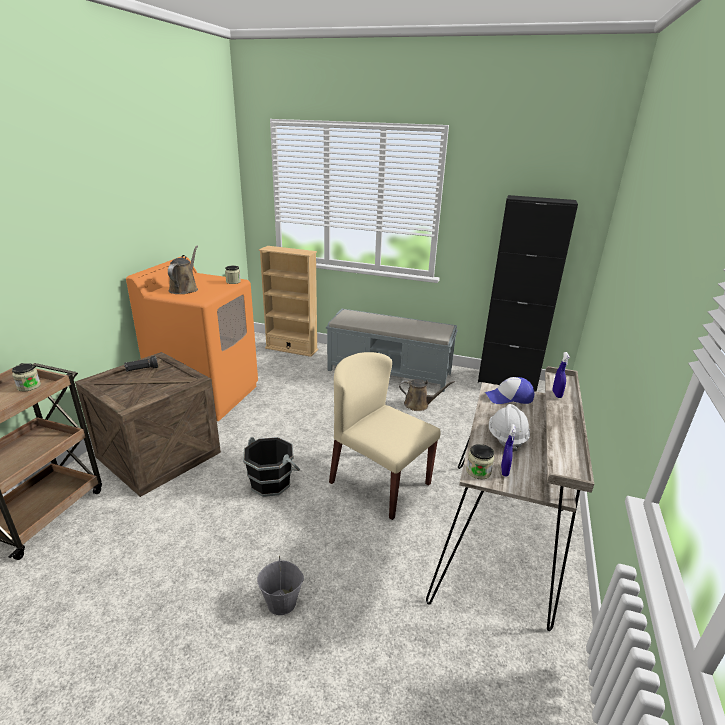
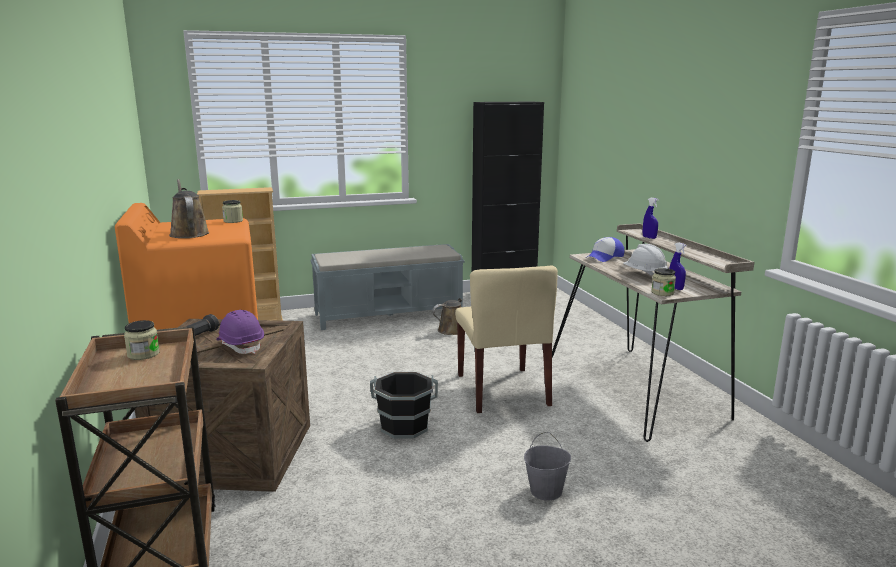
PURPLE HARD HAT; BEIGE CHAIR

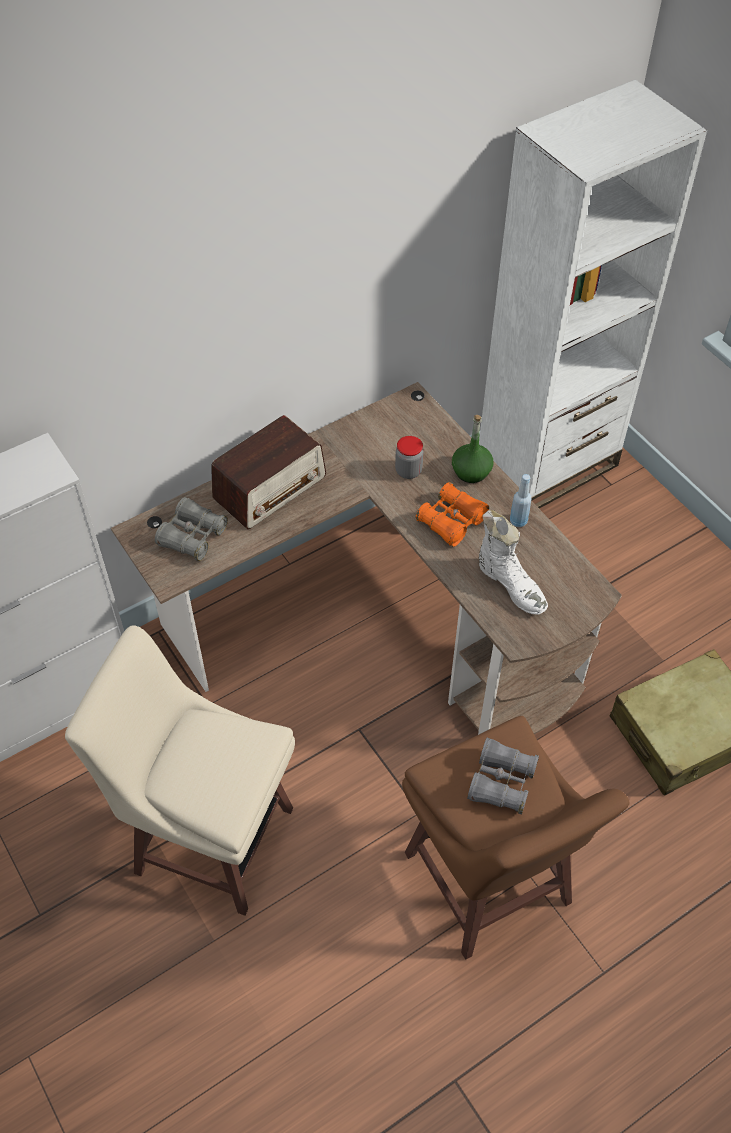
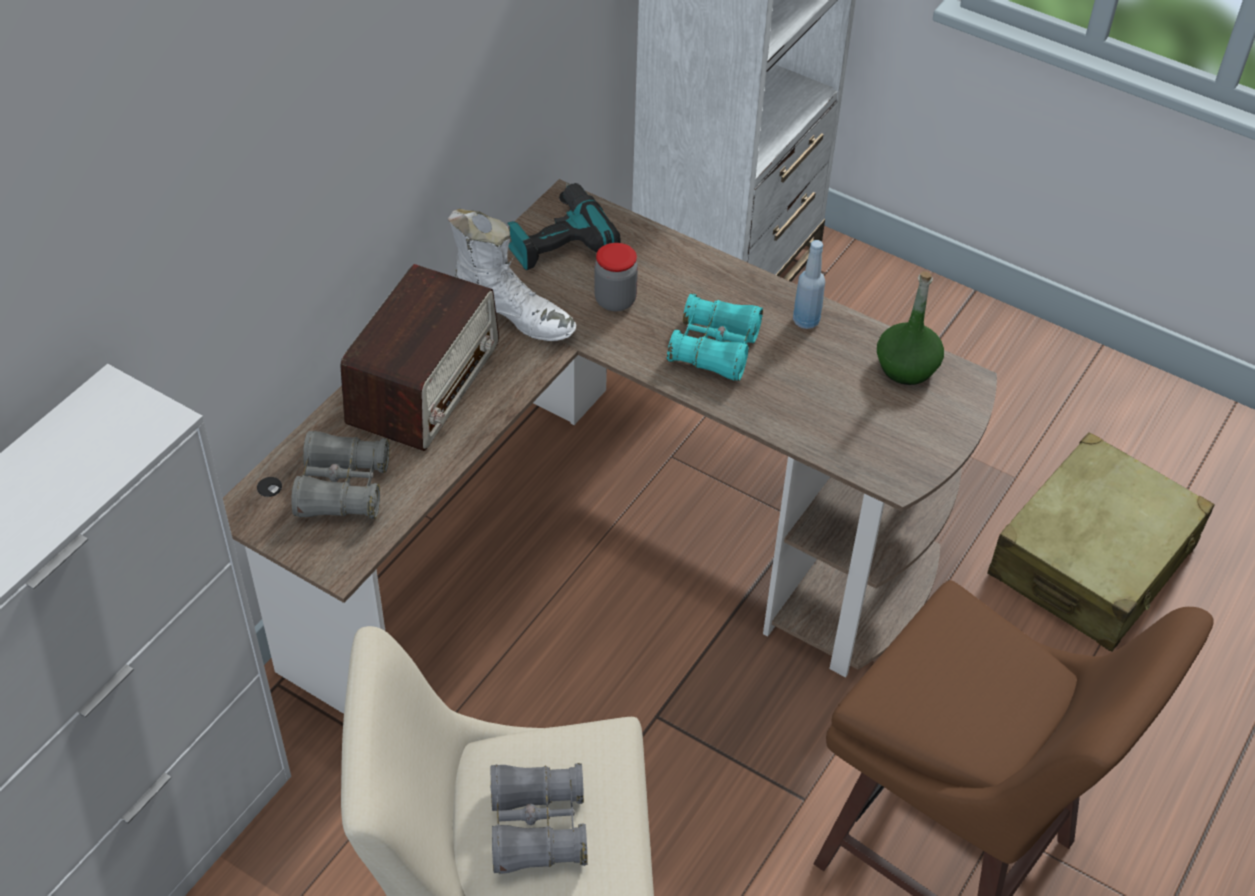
WHITE BOOT; GREY BINOCULARS (2nd from left); POWER DRILL; TURQUOISE BINOCULARS; GREEN BOTTLE

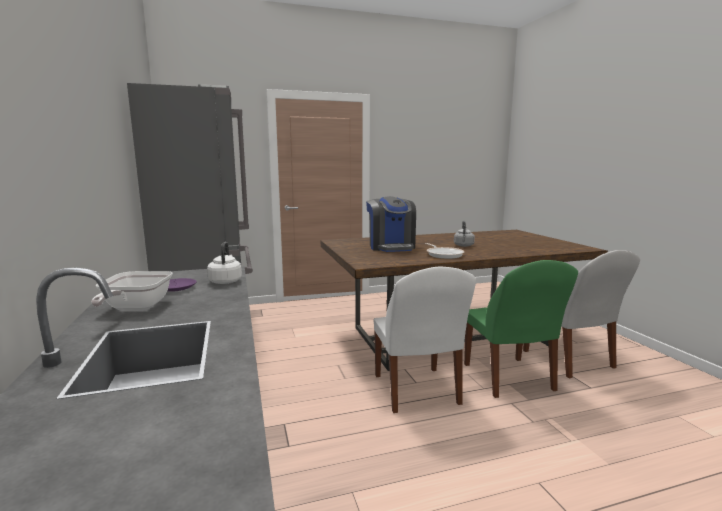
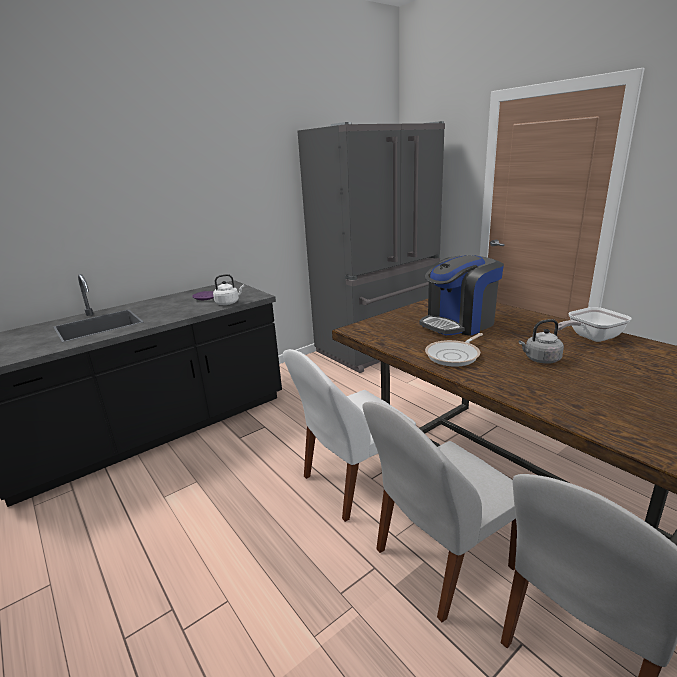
WHITE CHAIR (2nd from left); FRYING PAN (2nd from left)

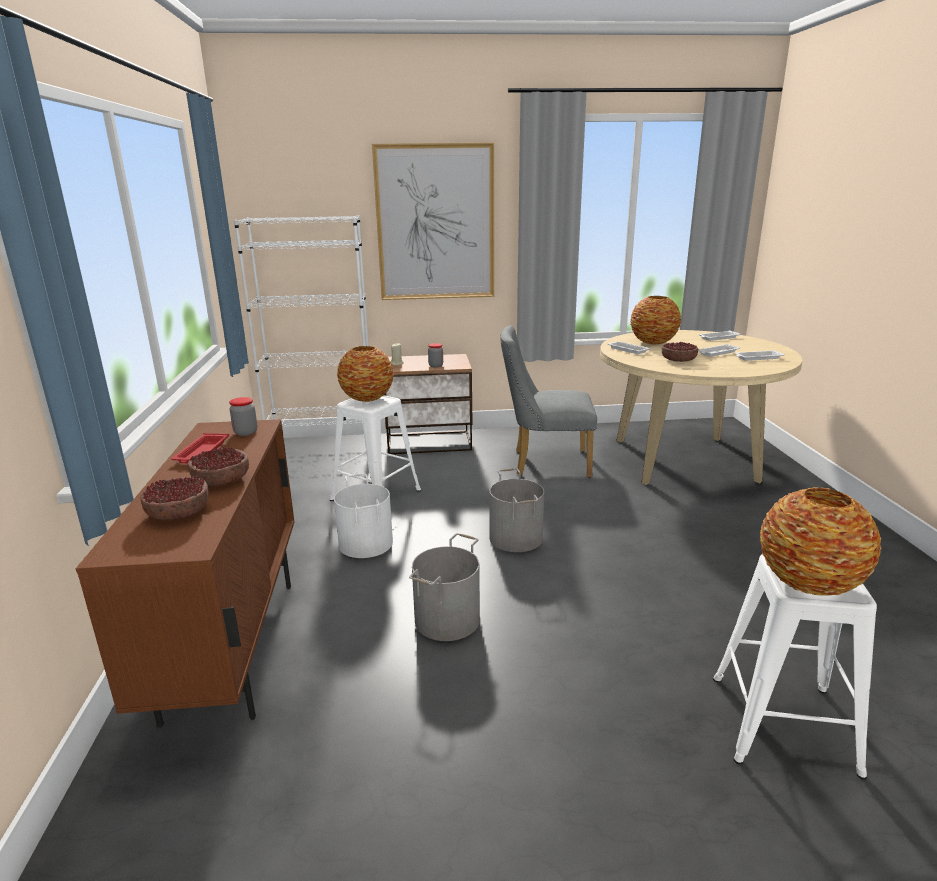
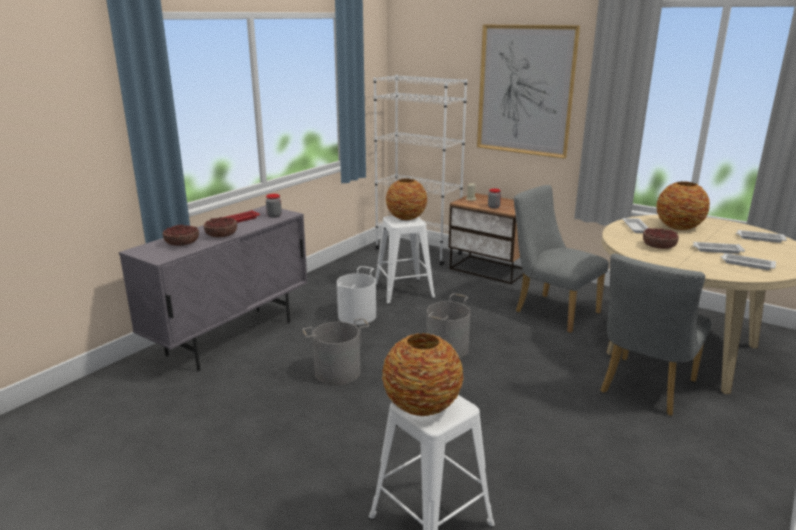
GREY CABINET; GREY CHAIR (2nd from left)

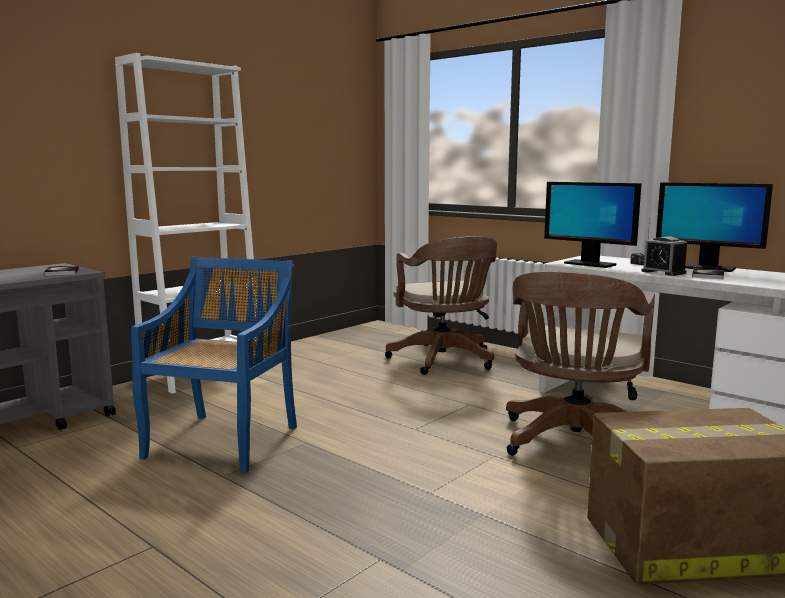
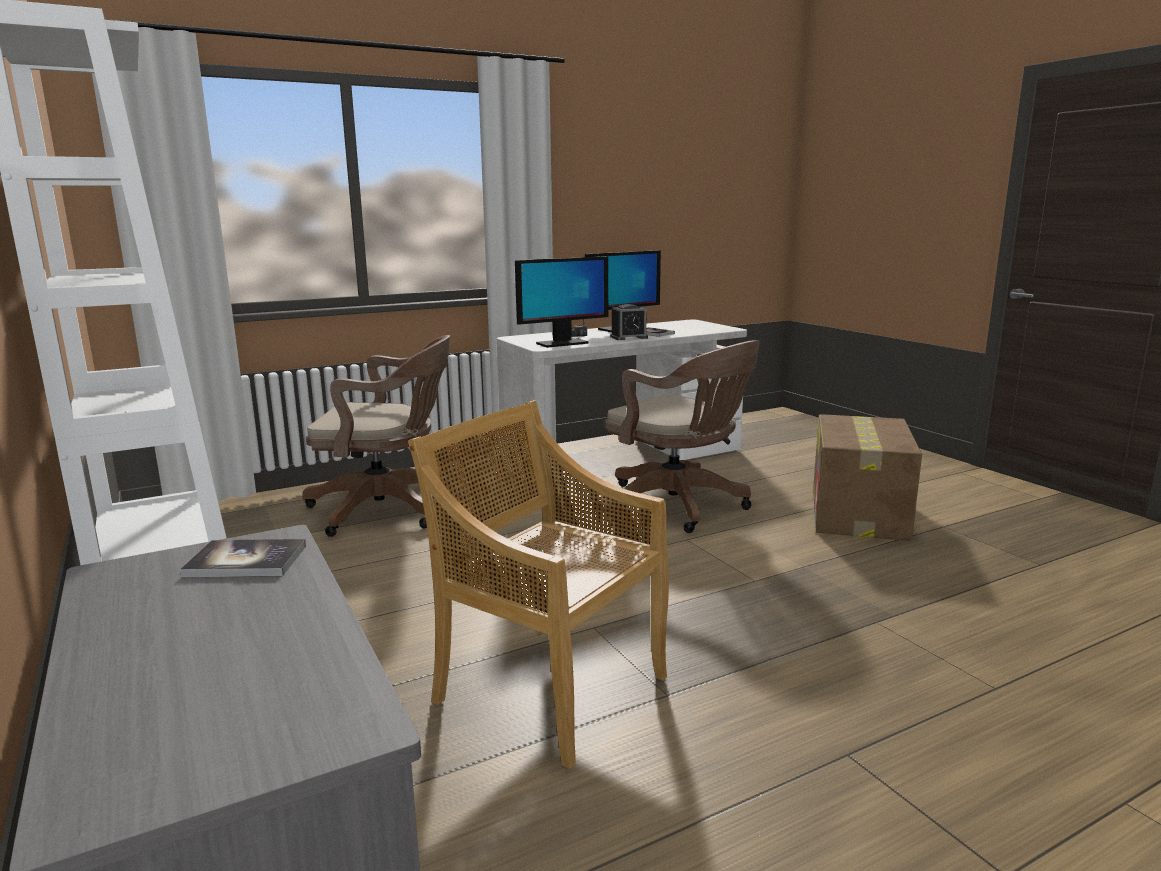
BEIGE CHAIR

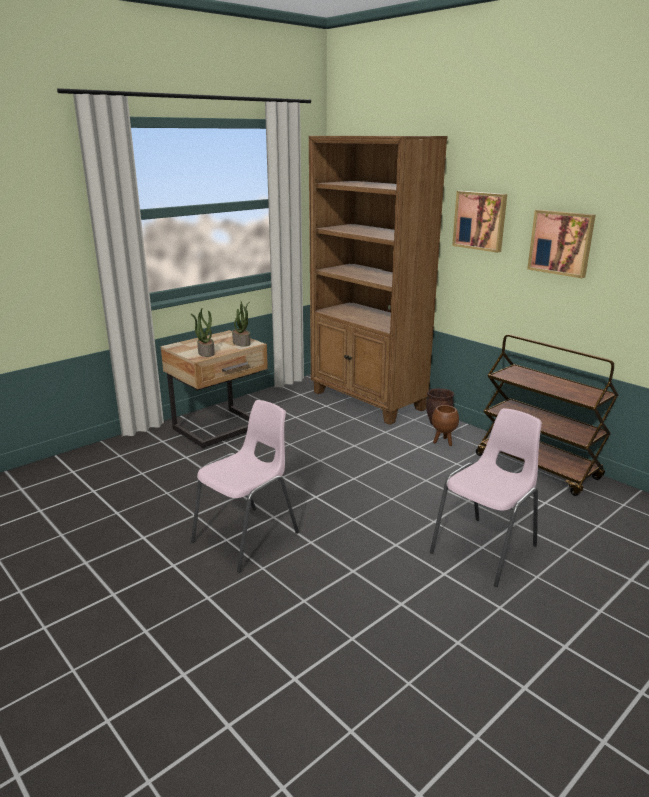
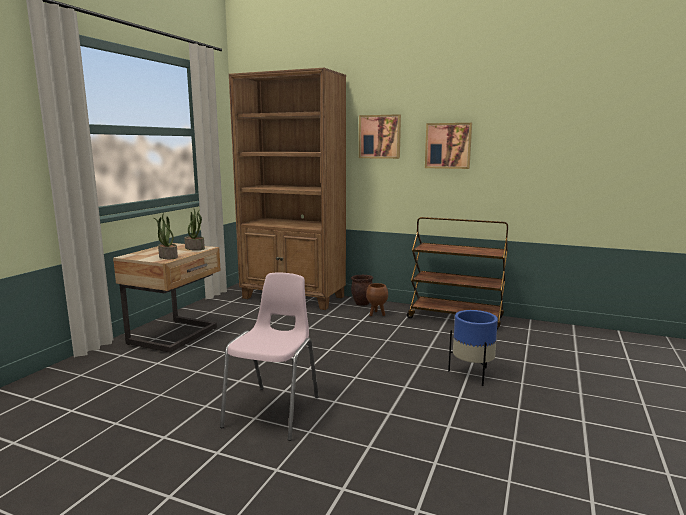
BLUE PLANTER

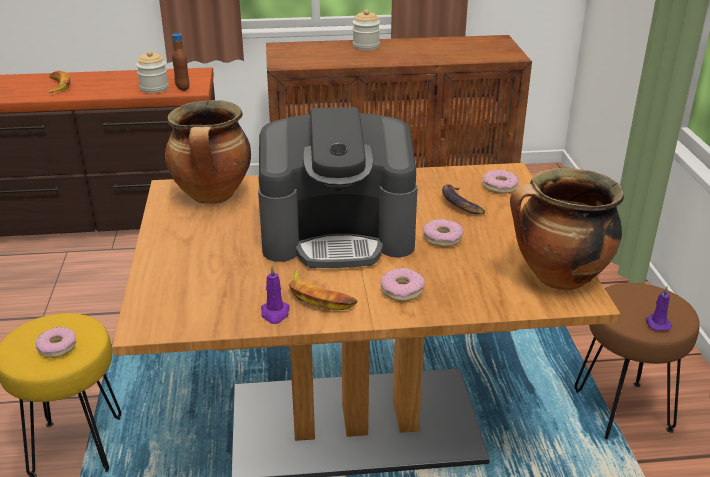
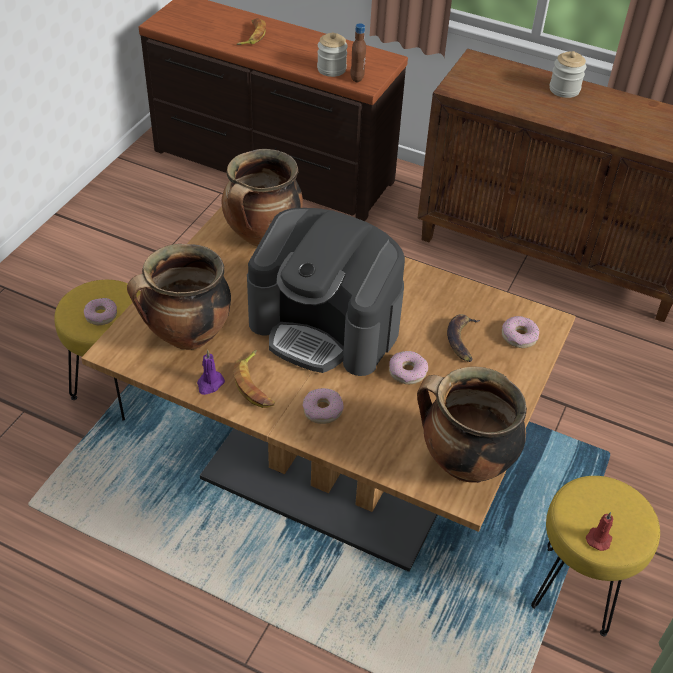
COOKING POT (1st from left); YELLOW STOOL (2nd from left); RED CANDLE

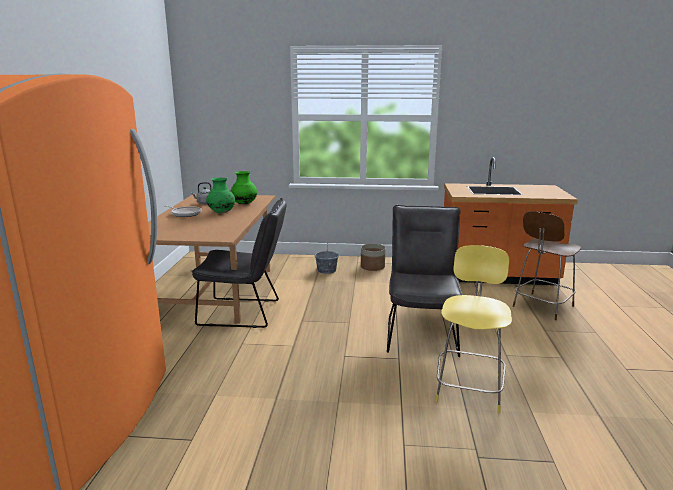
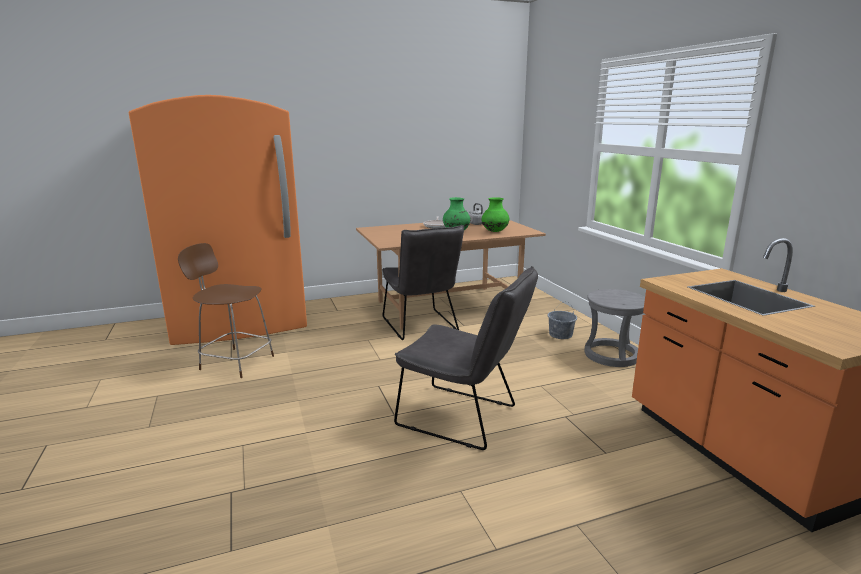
BROWN STOOL; GREY CHAIR (2nd from left); GREY STOOL; YELLOW STOOL

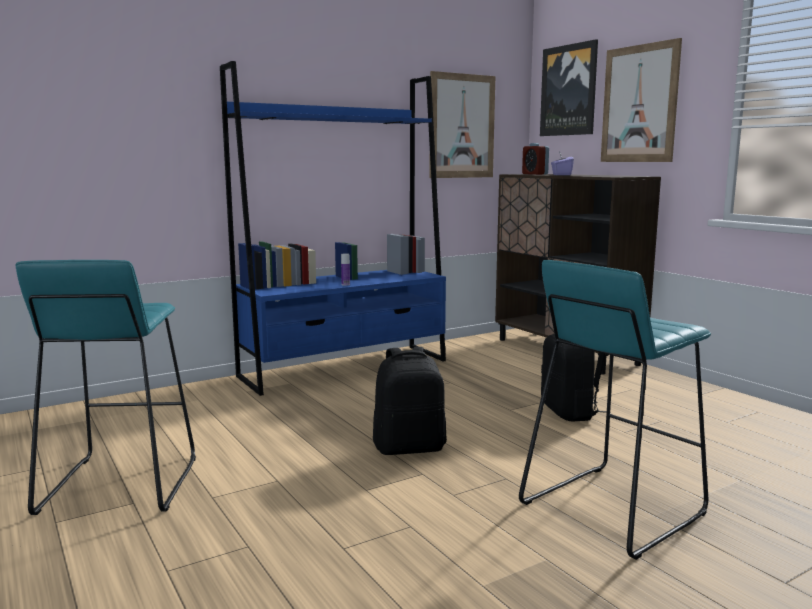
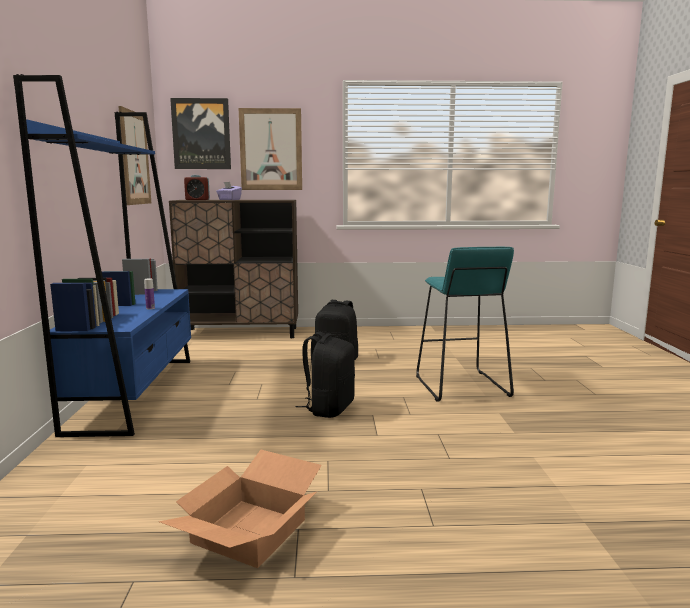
CARDBOARD BOX

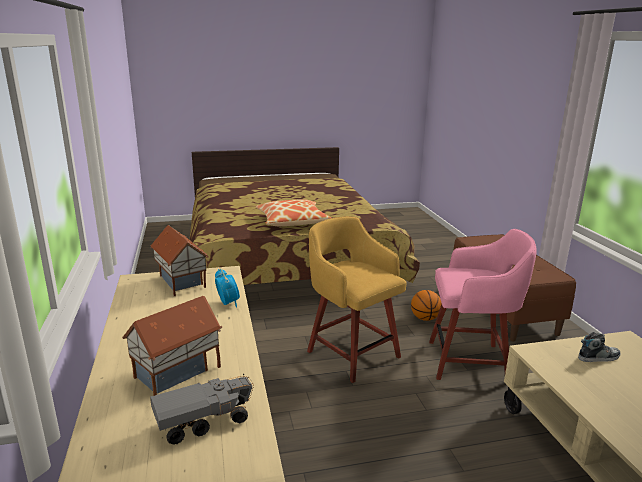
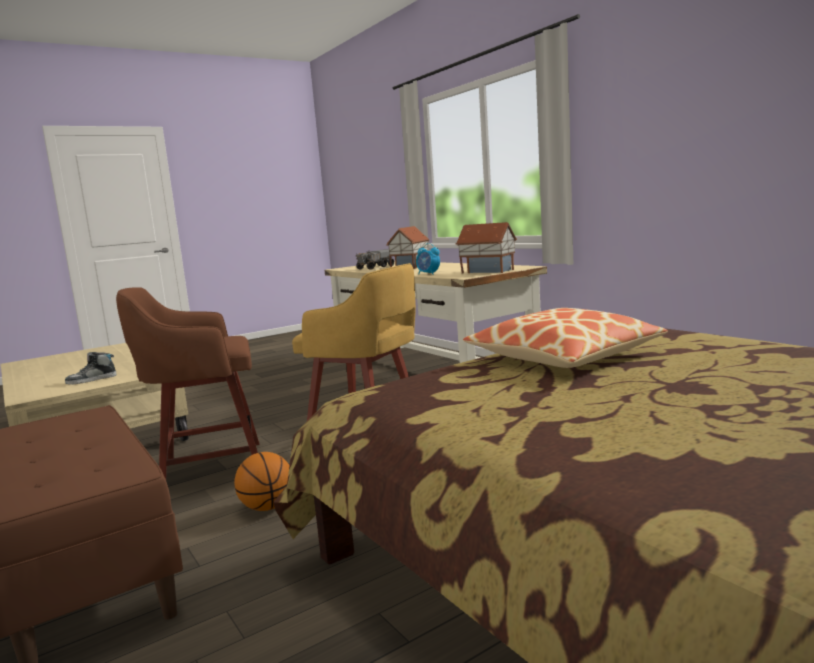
BROWN STOOL

